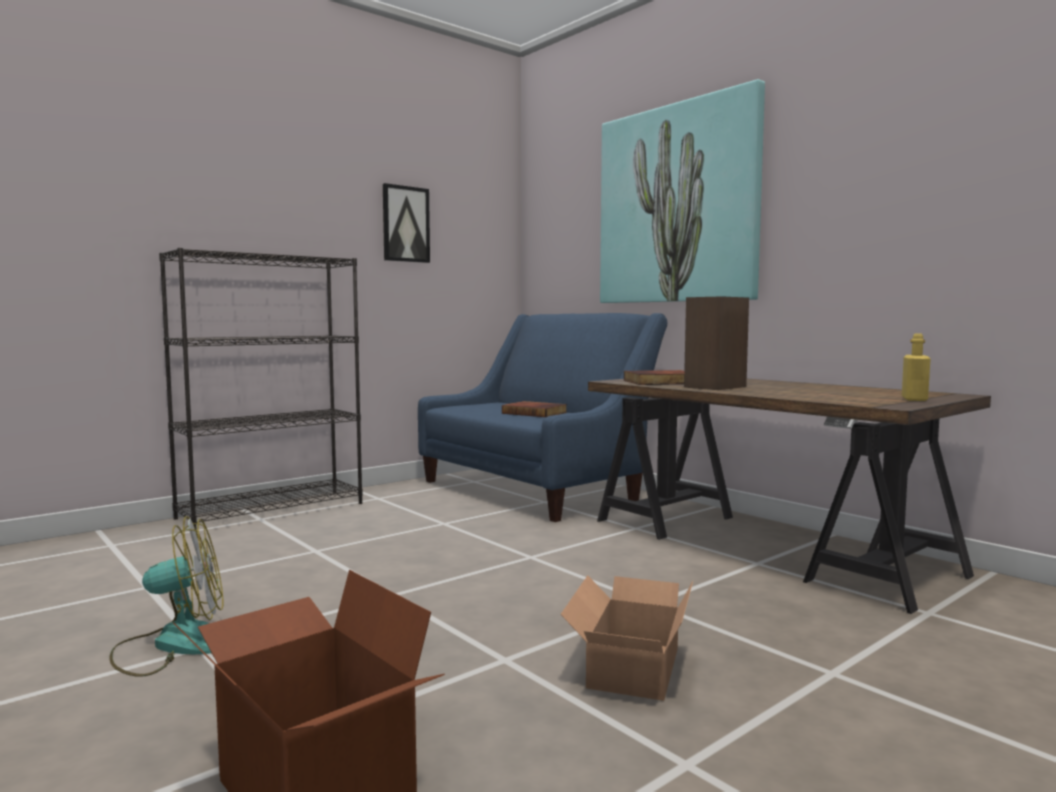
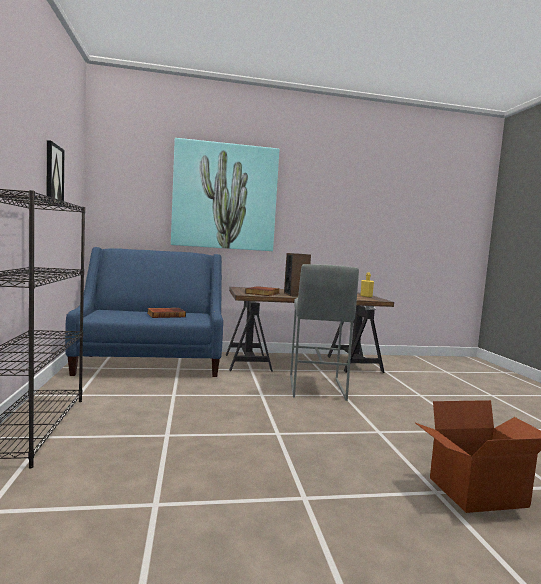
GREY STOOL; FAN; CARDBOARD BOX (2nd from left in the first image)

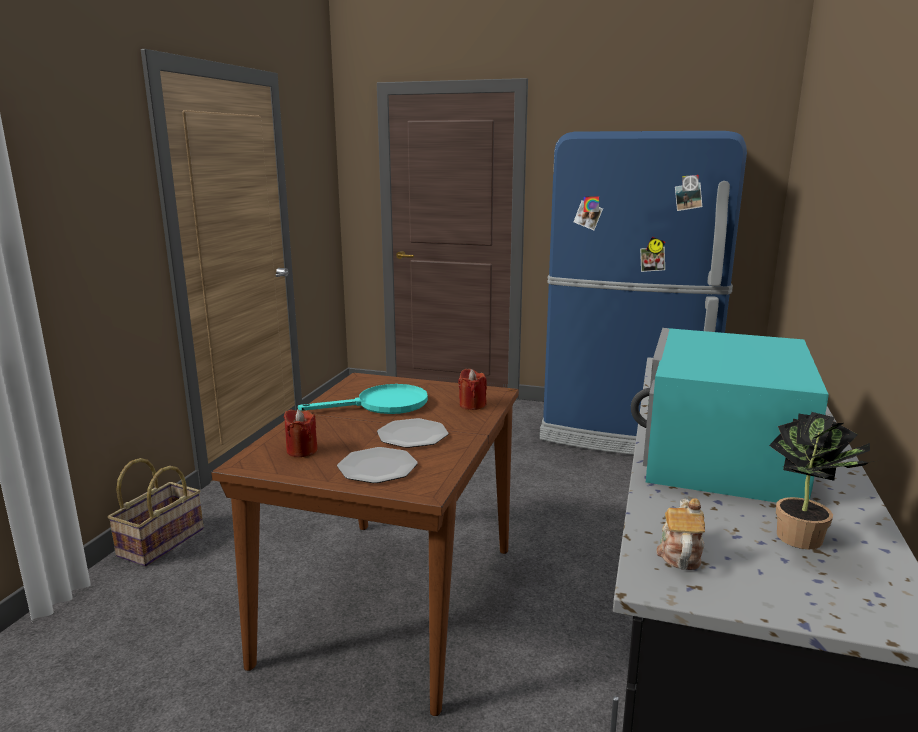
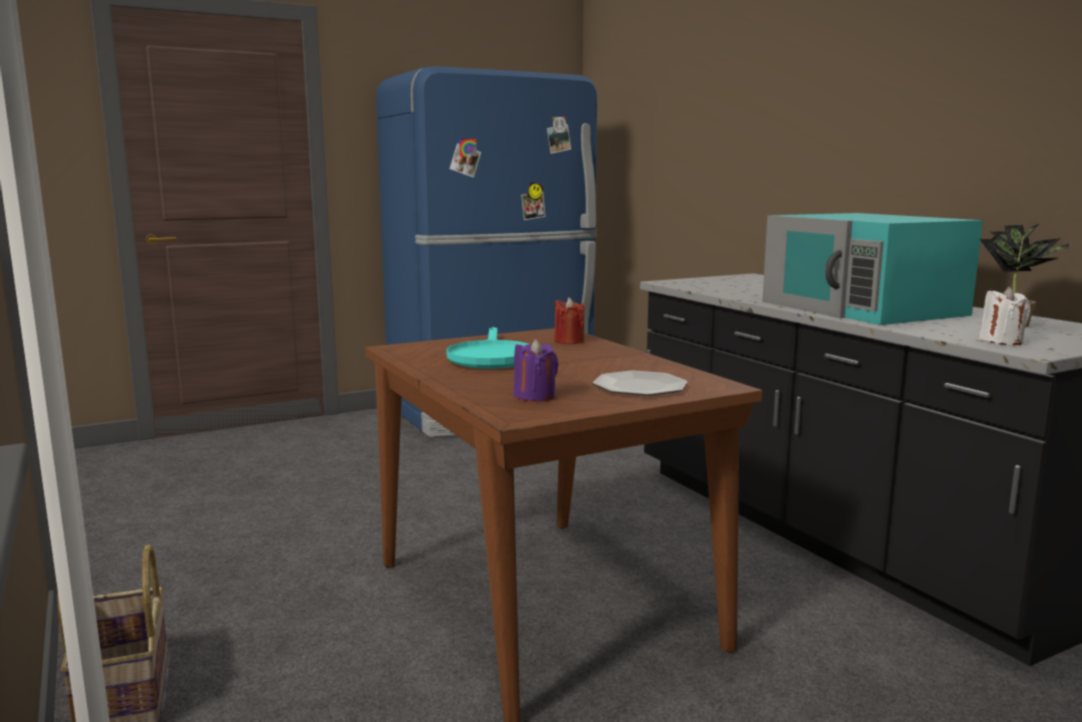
TURQUOISE FRYING PAN; PURPLE CANDLE; WHITE CANDLE; PLATE (2nd from left in the first image)

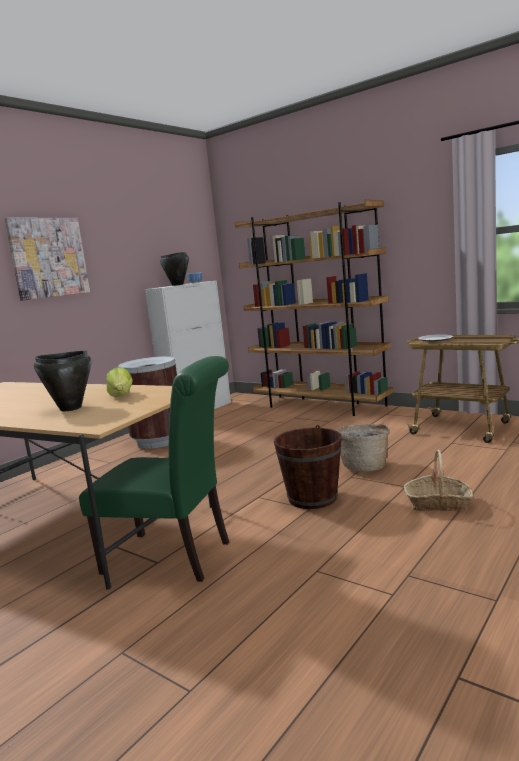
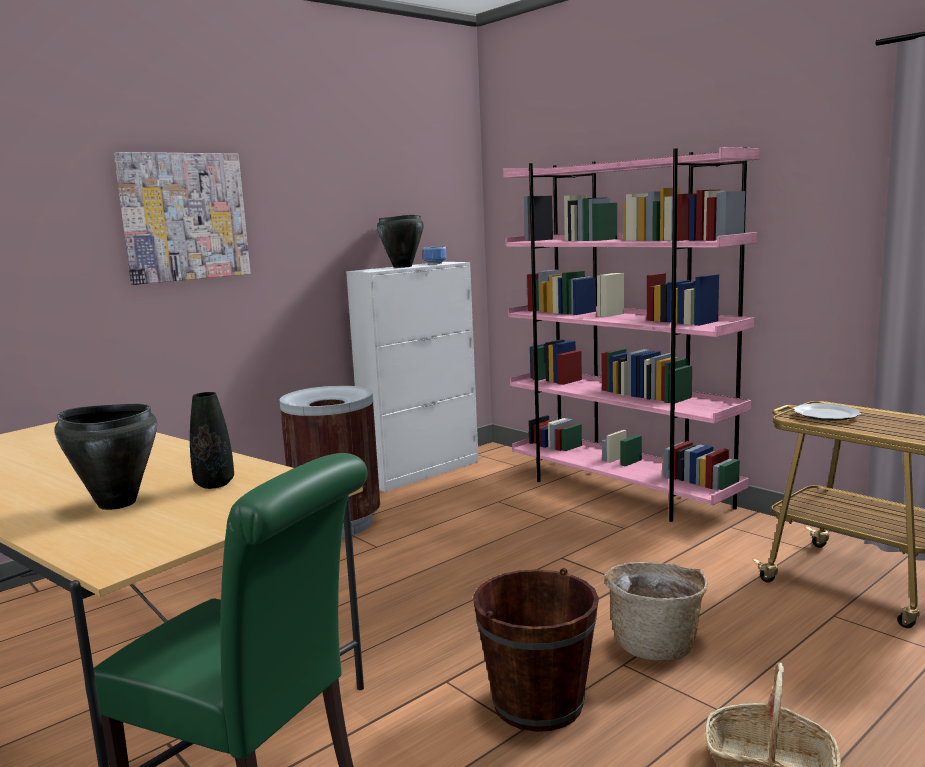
BLACK VASE; PINK BOOKCASE

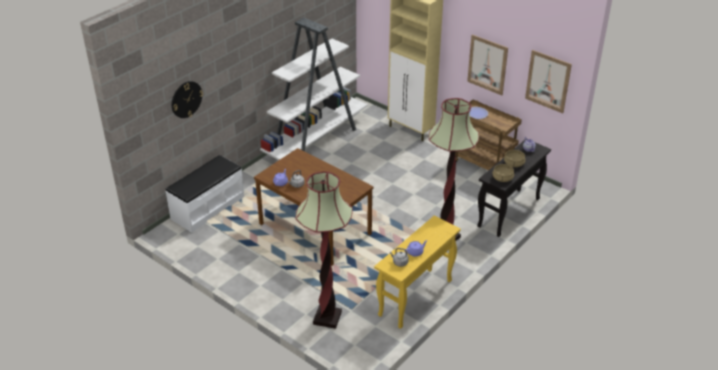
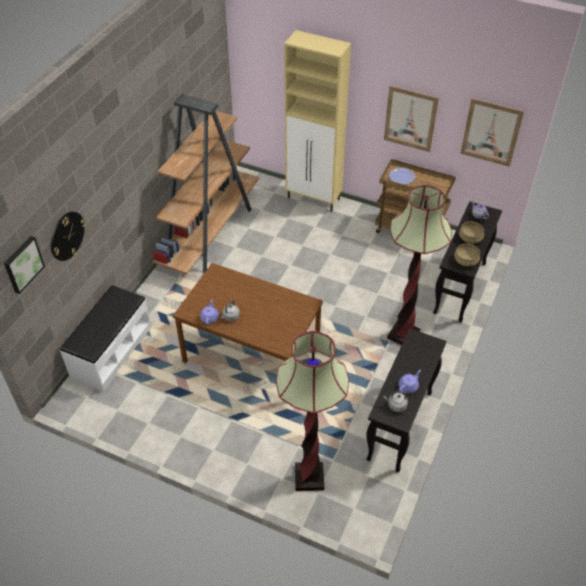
PICTURE (1st from left); BROWN BOOKCASE; BLACK CONSOLE TABLE (1st from left)

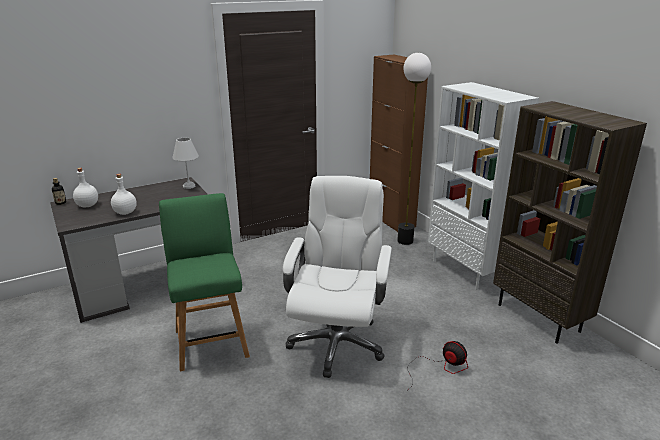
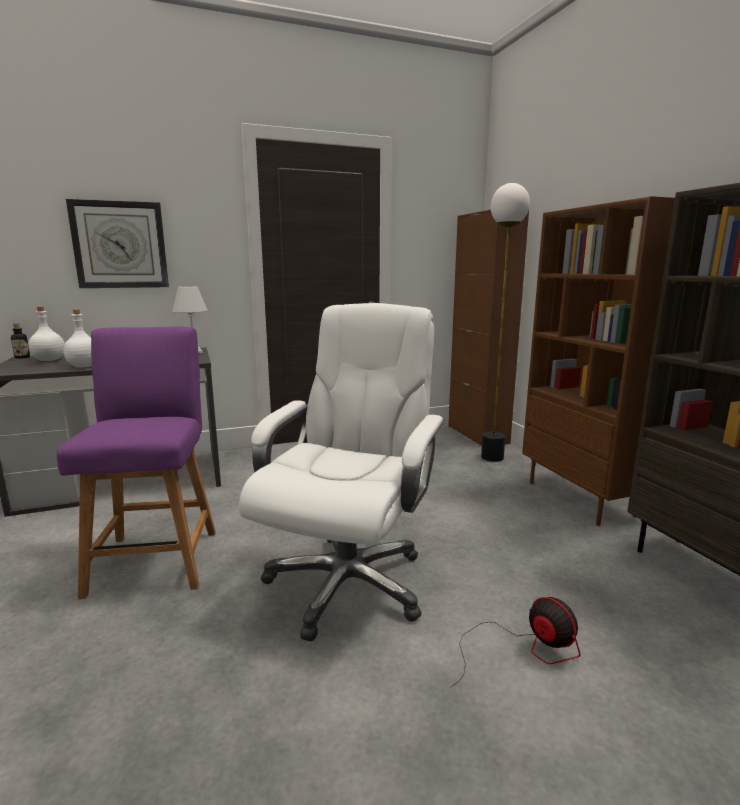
PURPLE CHAIR; WALL CLOCK; BROWN BOOKCASE (1st from left)

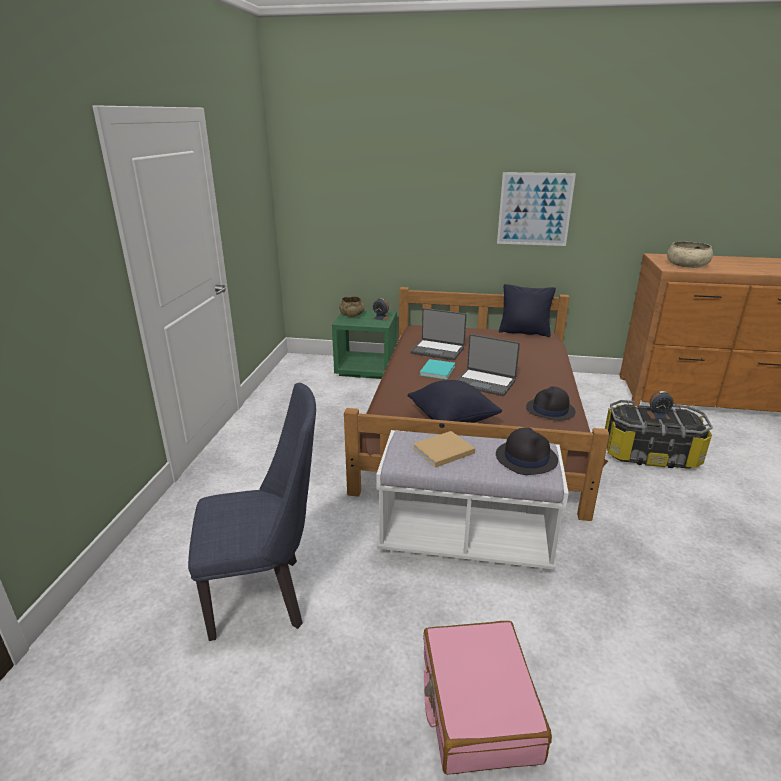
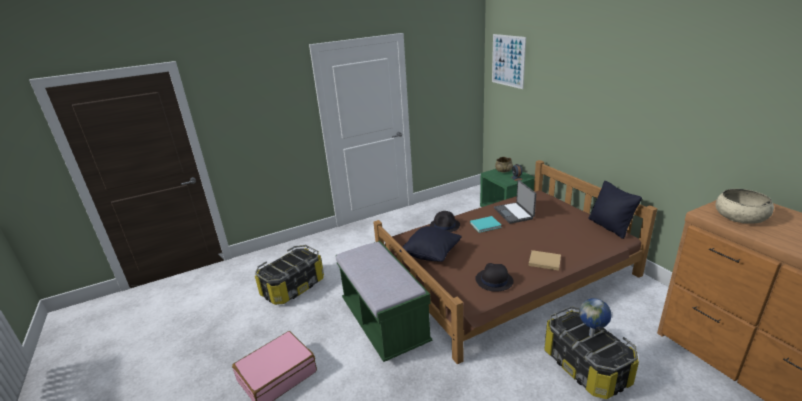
STORAGE BOX (1st from left); GREEN BENCH; BLACK HAT (1st from left); PICTURE; BEIGE BOOK; GLOBE; LAPTOP (2nd from left in the first image)

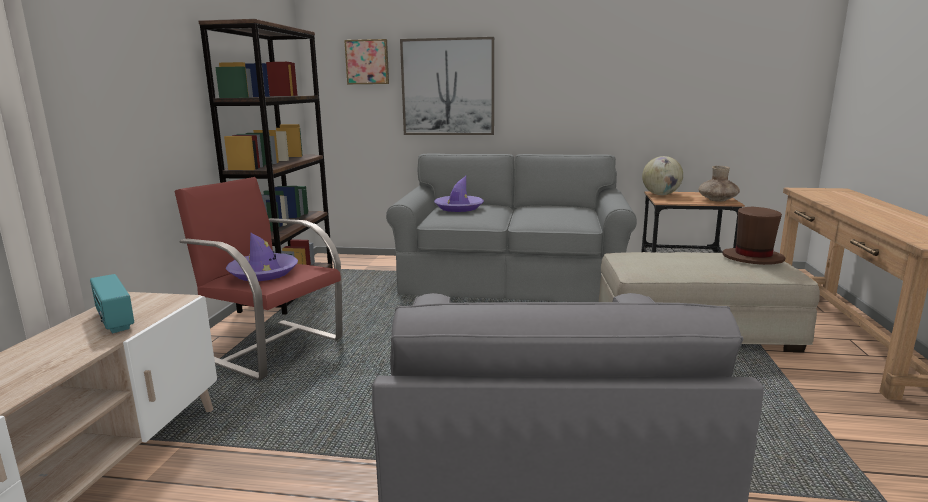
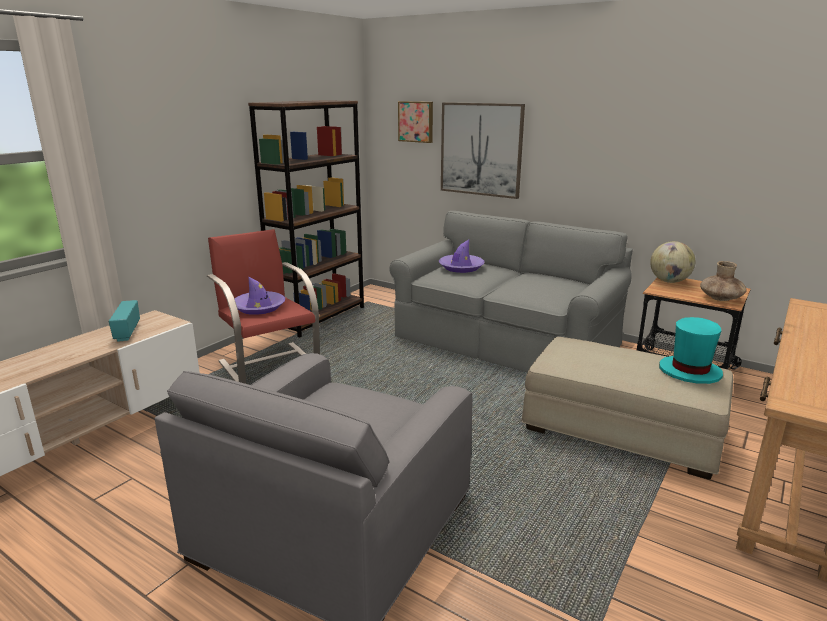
TURQUOISE HAT

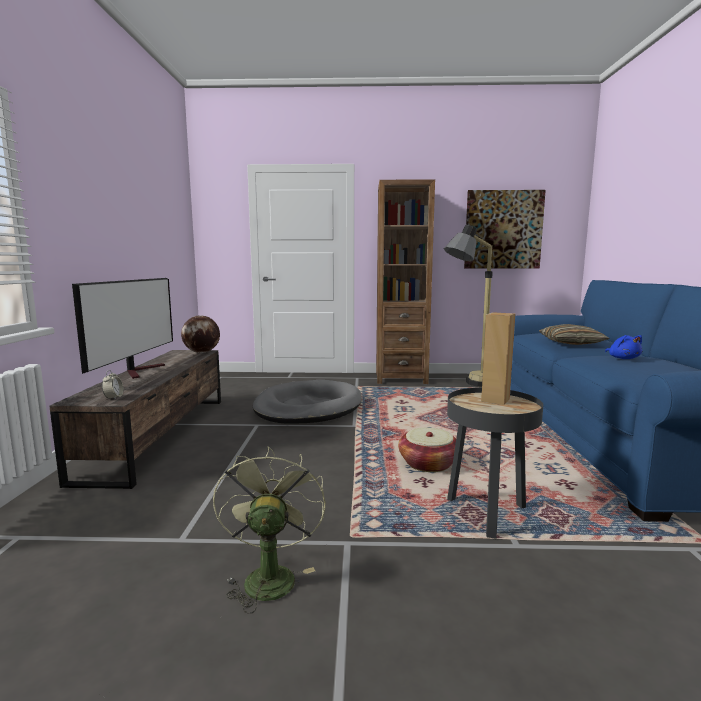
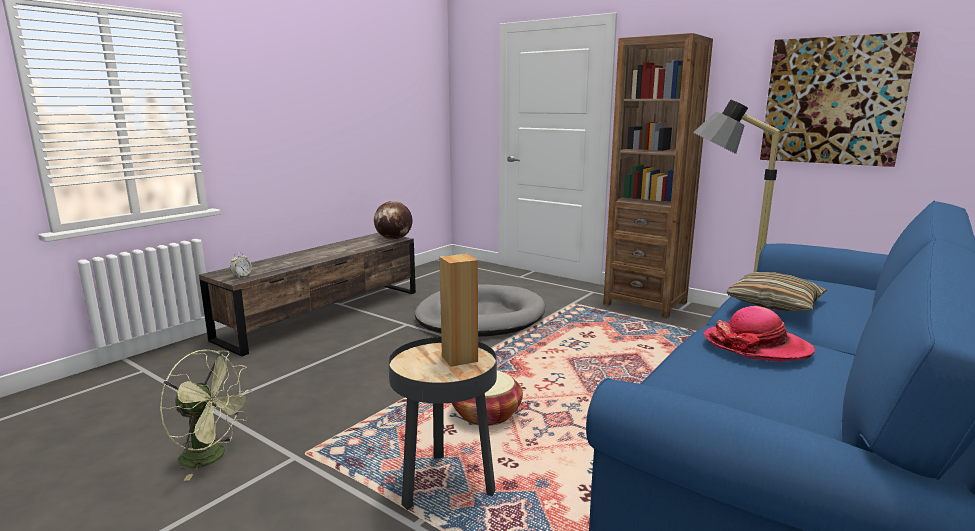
GREEN FAN; HAT; TELEVISION

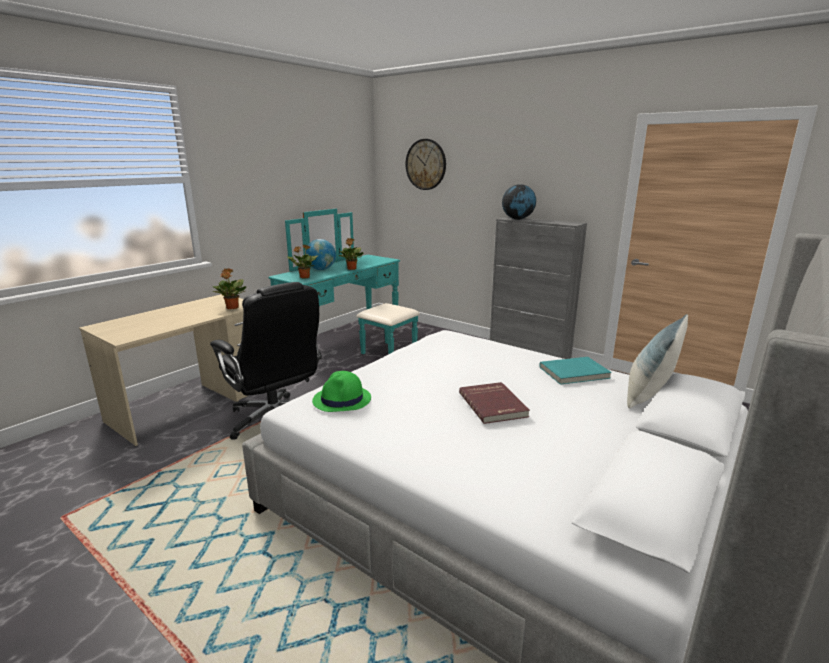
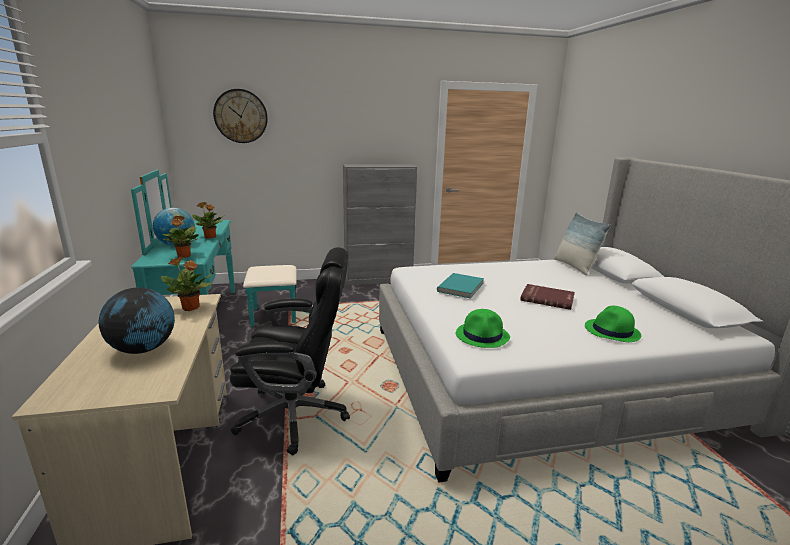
GLOBE (1st from left); TURQUOISE BOOK; GREEN HAT (2nd from left)

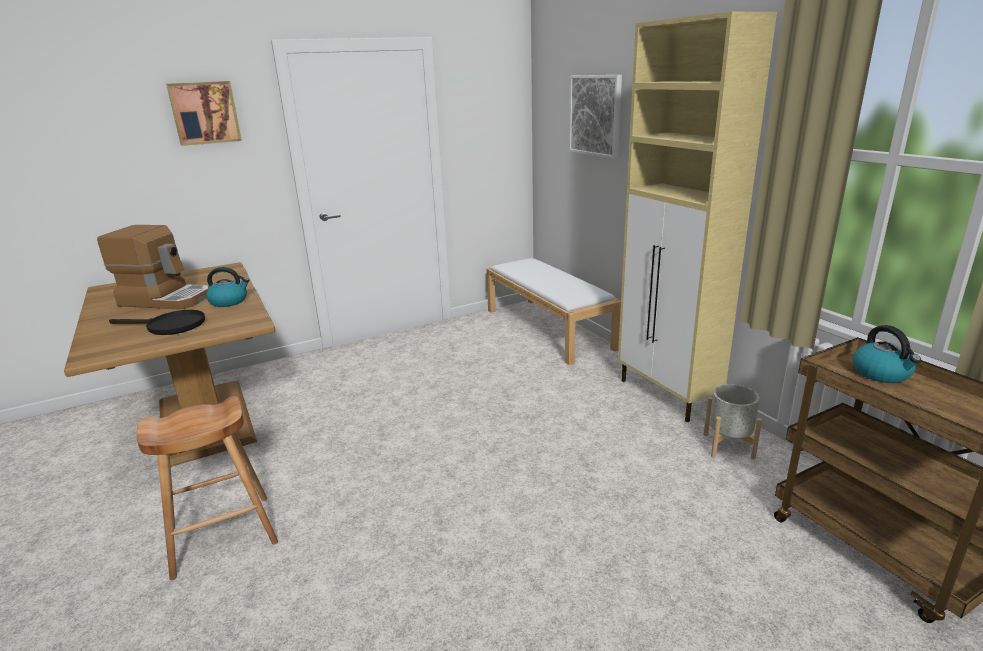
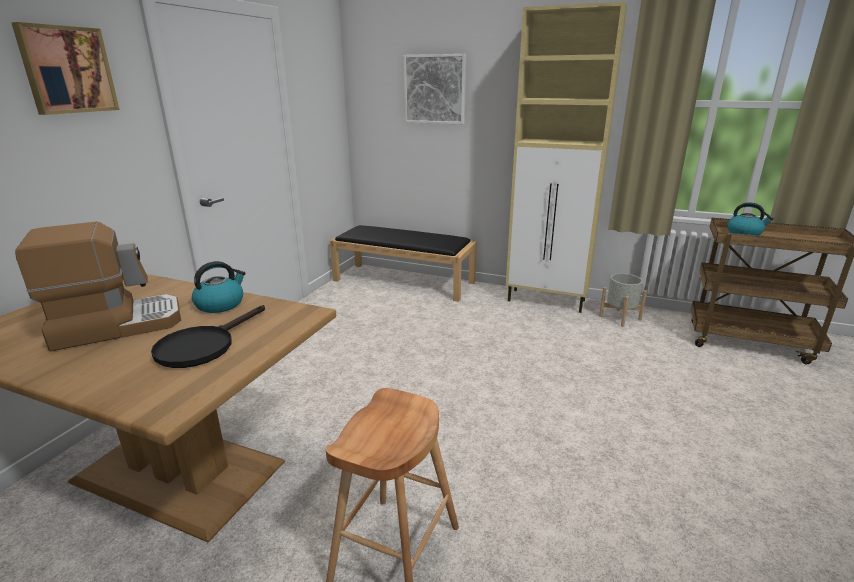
BLACK FRYING PAN; BLACK BENCH

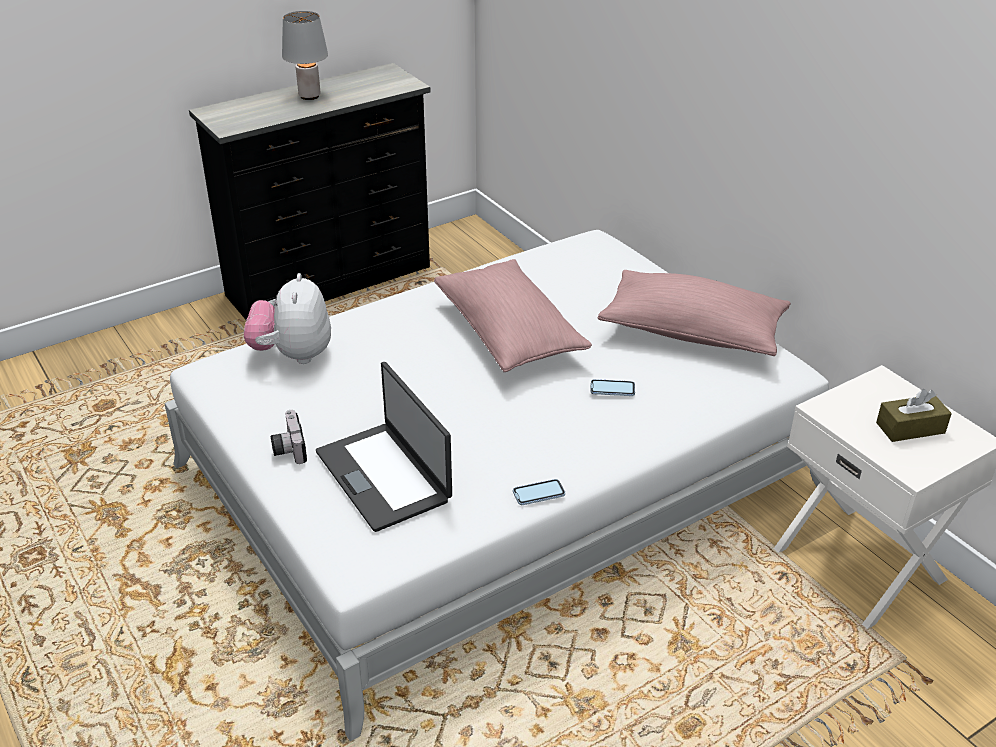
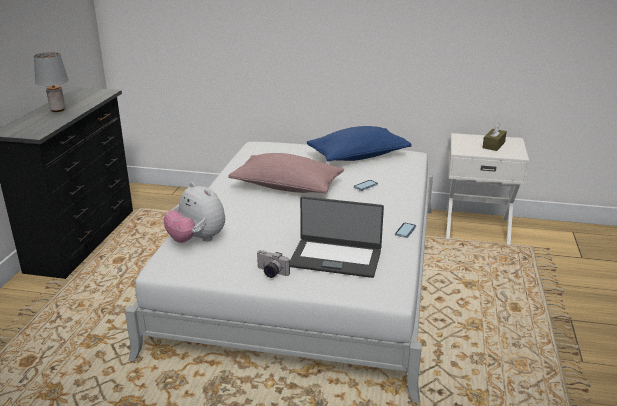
BLUE PILLOW

